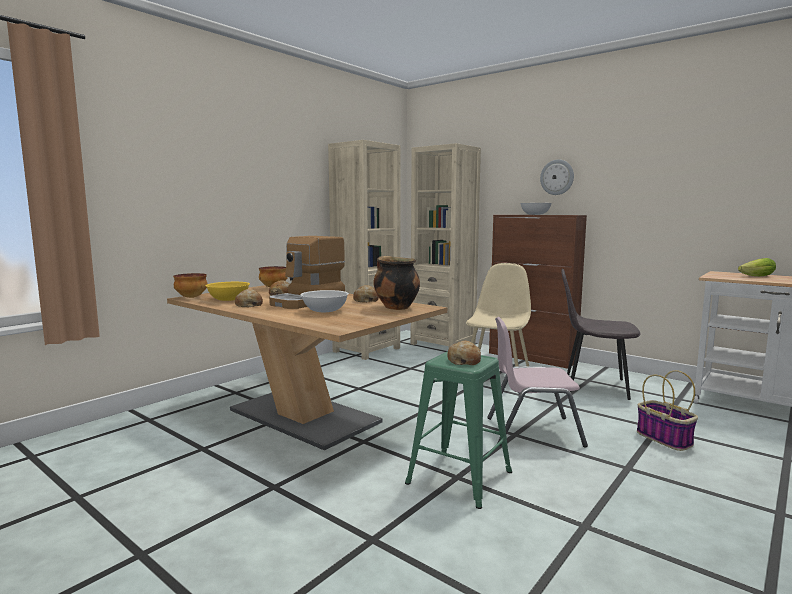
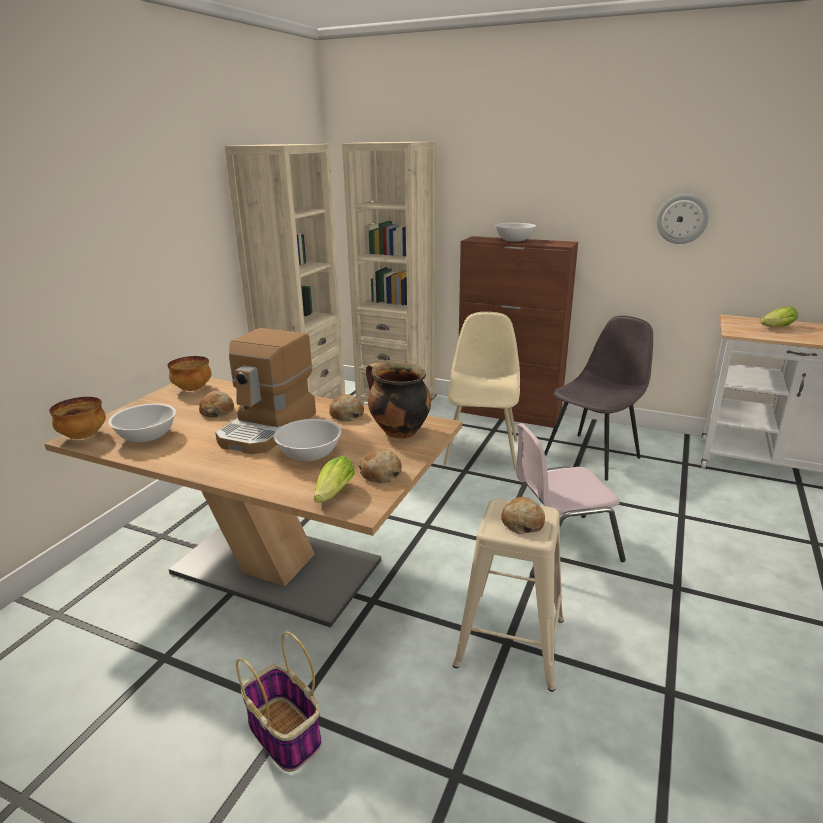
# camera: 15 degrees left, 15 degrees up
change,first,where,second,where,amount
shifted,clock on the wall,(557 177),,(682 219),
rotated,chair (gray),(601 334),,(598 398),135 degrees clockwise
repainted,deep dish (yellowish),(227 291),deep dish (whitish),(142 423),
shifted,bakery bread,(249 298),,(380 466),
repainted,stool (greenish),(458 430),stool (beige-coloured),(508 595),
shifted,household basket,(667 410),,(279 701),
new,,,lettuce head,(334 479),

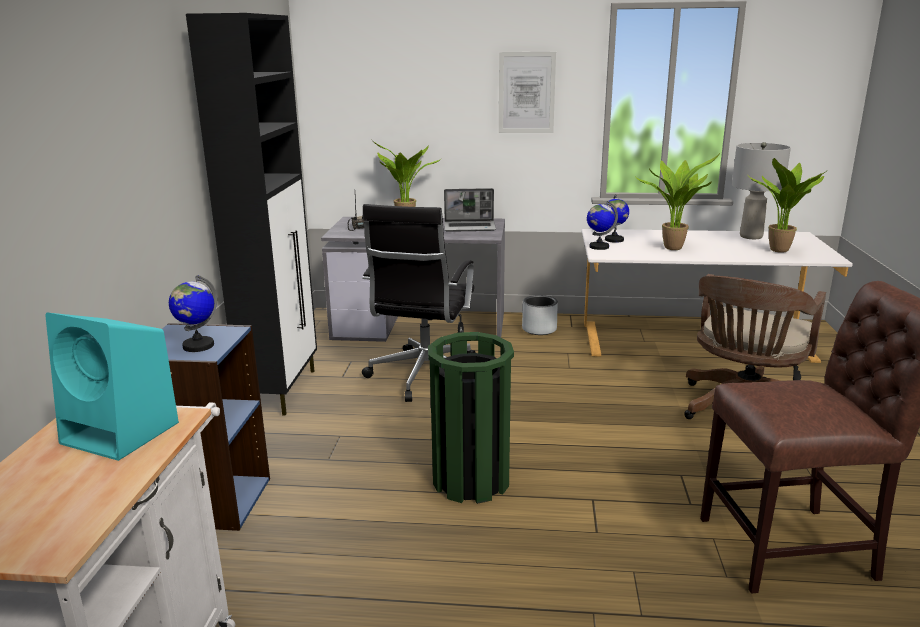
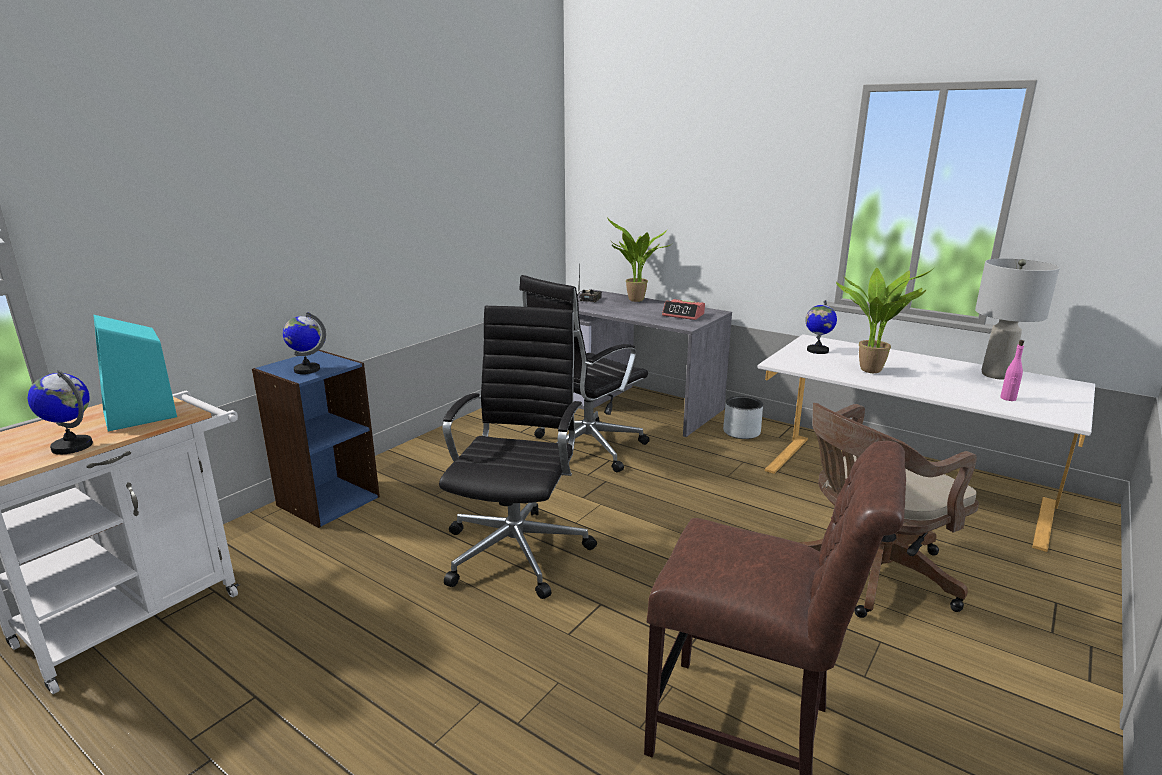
# camera: 30 degrees right, 0 degrees up
change,first,where,second,where,amount
gone,cupboard (blackish),(251 214),,,
gone,picture,(527 92),,,
swapped,potted plant,(787 205),drink bottle (pinkish),(1012 370),
swapped,portable computer,(470 210),table clock,(683 309),
shifted,globe,(602 225),,(60 412),
swapped,waste bin (greenish),(471 418),computer chair (blackish),(518 452),

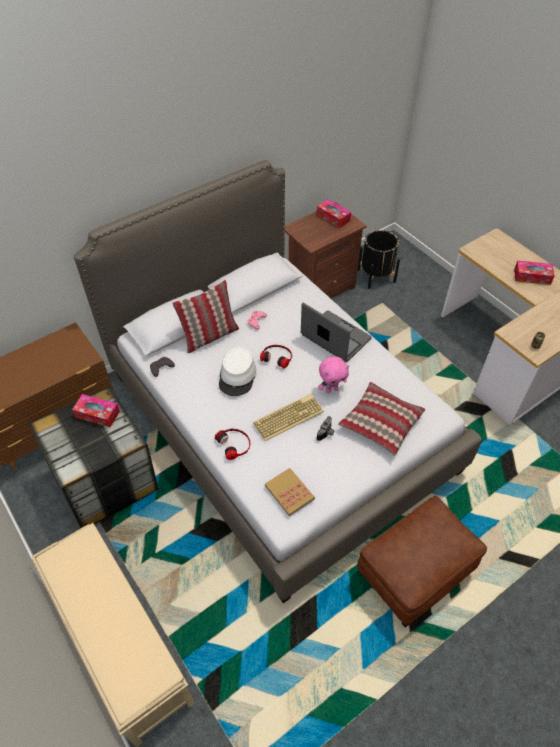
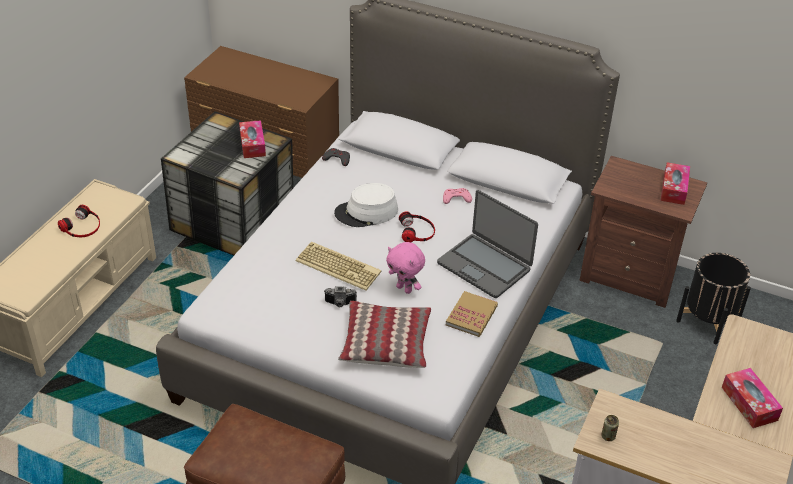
# camera: 60 degrees right, 10 degrees down
change,first,where,second,where,amount
gone,cushion,(205 316),,,
rotated,portable computer,(336 332),,(487 244),120 degrees clockwise
shifted,headphones,(232 444),,(79 221),
shifted,book,(290 492),,(472 314),

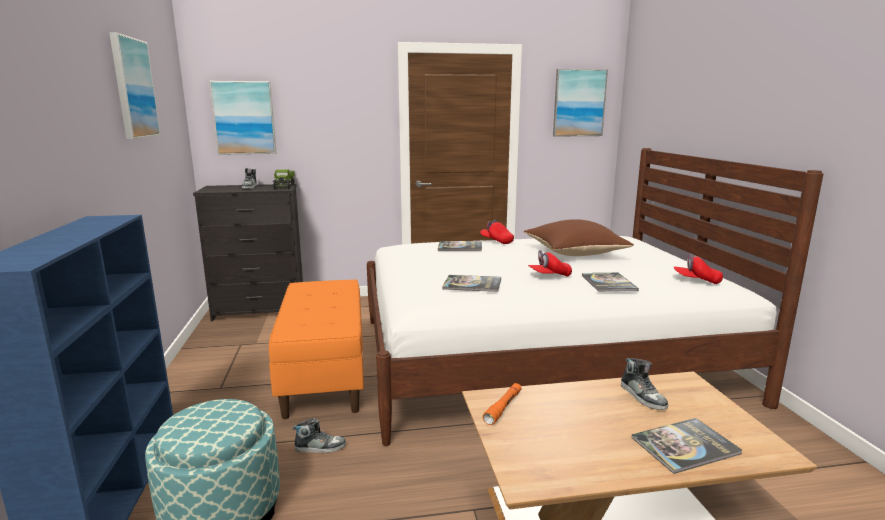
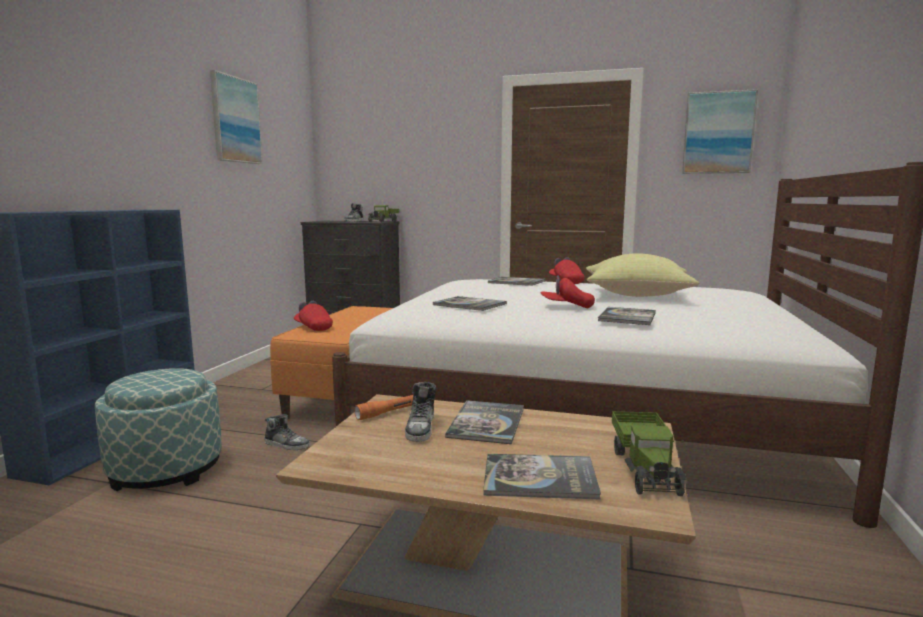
# camera: 25 degrees right, 5 degrees down
change,first,where,second,where,amount
gone,picture,(243 118),,,
repainted,cushion (brownish),(579 237),cushion (yellowish),(643 275),
shifted,baseball cap (red-coloured),(698 268),,(313 316),
shifted,low shoe,(644 384),,(420 412),
new,,,book,(484 422),
new,,,toy lorry,(649 453),

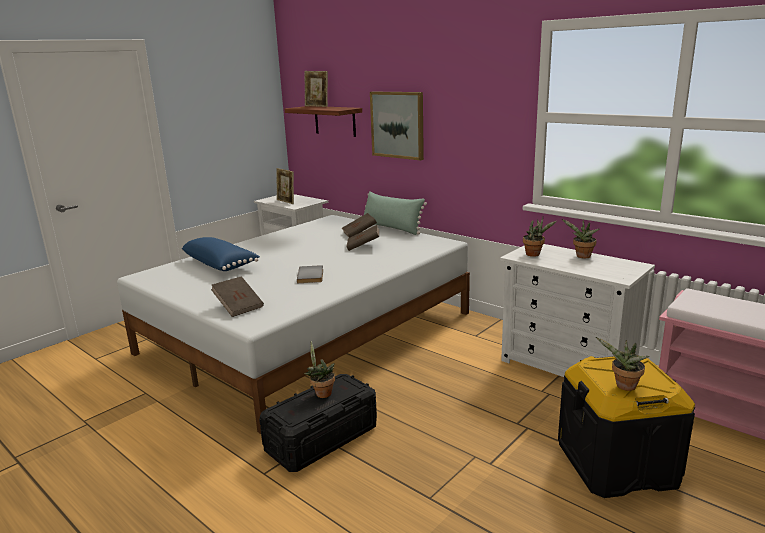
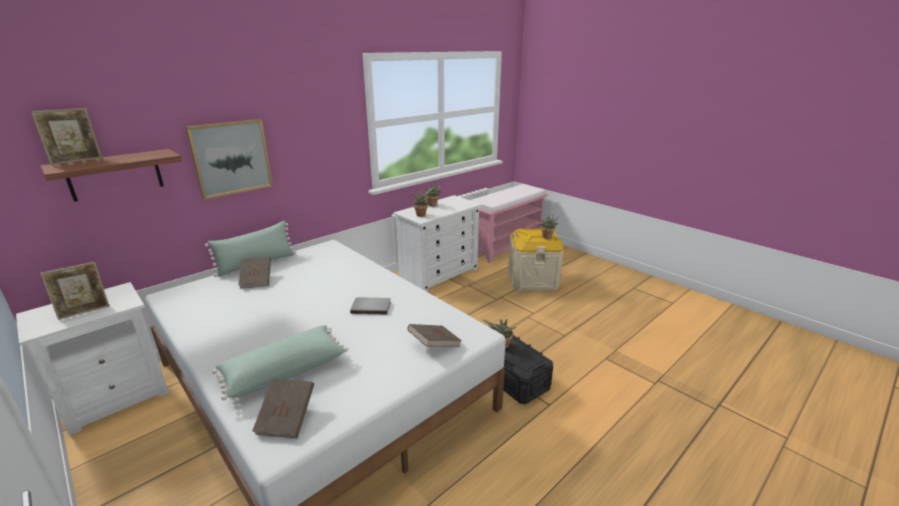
# camera: 85 degrees left, 5 degrees up
change,first,where,second,where,amount
shifted,book (brownish),(362 238),,(283 408),
repainted,cushion (blue-coloured),(220 254),cushion (greenish),(280 362),
repainted,storage container (blackish),(626 427),storage container (beige-coloured),(536 259),

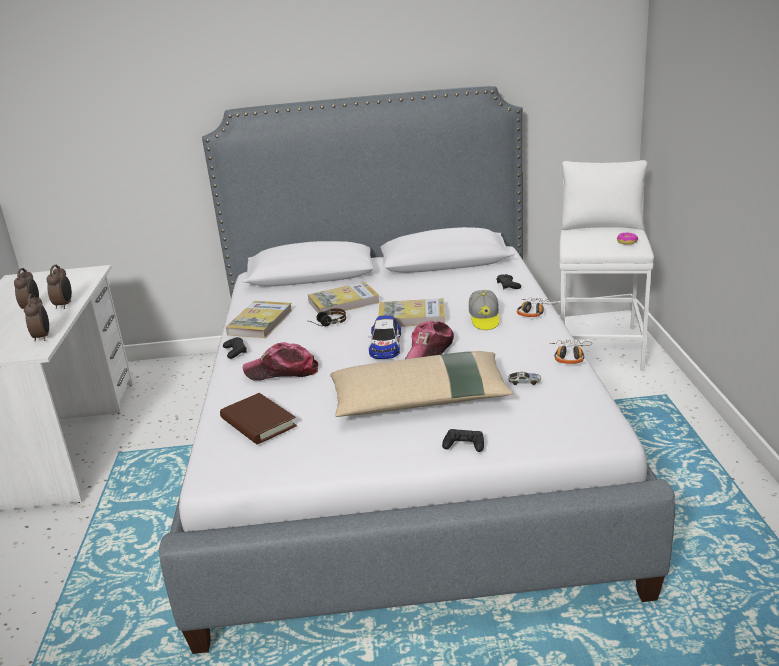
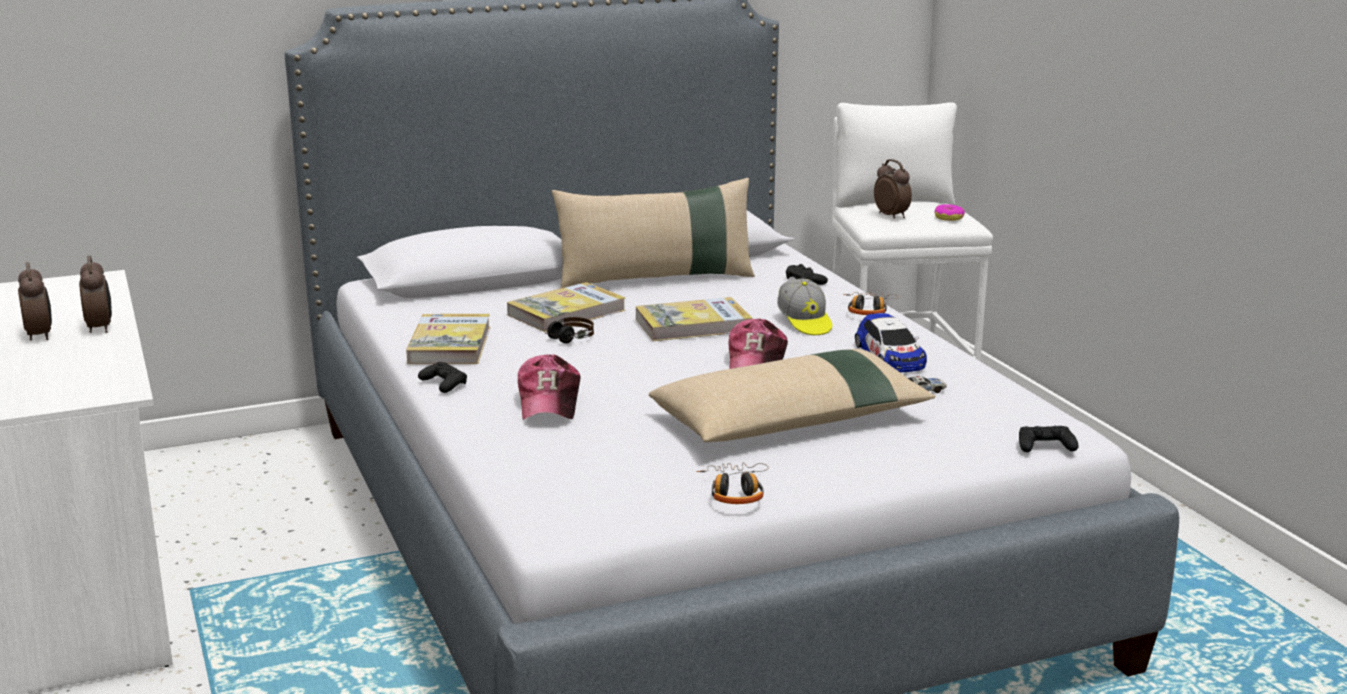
# camera: 20 degrees left, 5 degrees down
change,first,where,second,where,amount
shifted,table clock,(36 318),,(893 189),
shifted,toy car,(385 337),,(891 342),
shifted,headphones,(571 352),,(732 483),
rotated,baseball cap,(280 361),,(549 387),75 degrees counterclockwise
gone,book (brownish),(258 418),,,
shifted,joypad (blackish),(463 440),,(1048 439),
new,,,cushion (beige-coloured),(653 233),

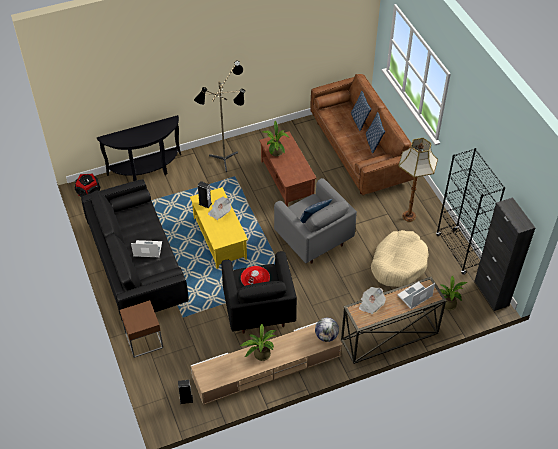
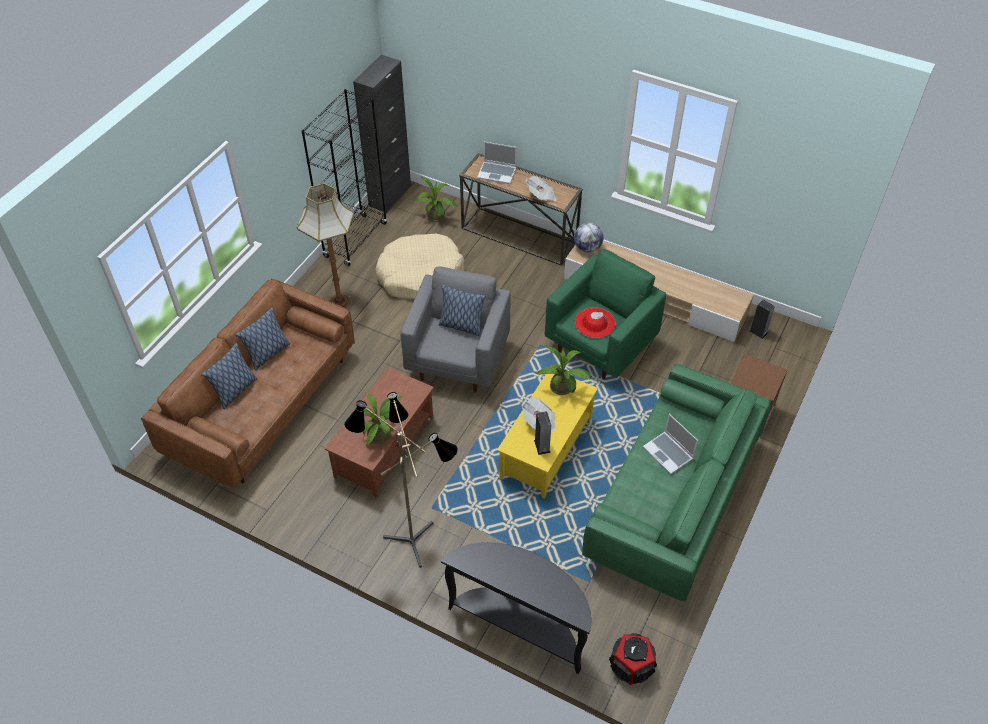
# camera: 130 degrees left, 0 degrees up
change,first,where,second,where,amount
repainted,settee (blackish),(135 249),settee (greenish),(676 482),
repainted,lounge chair (blackish),(259 292),lounge chair (greenish),(605 314),
shifted,potted plant,(258 342),,(564 370),

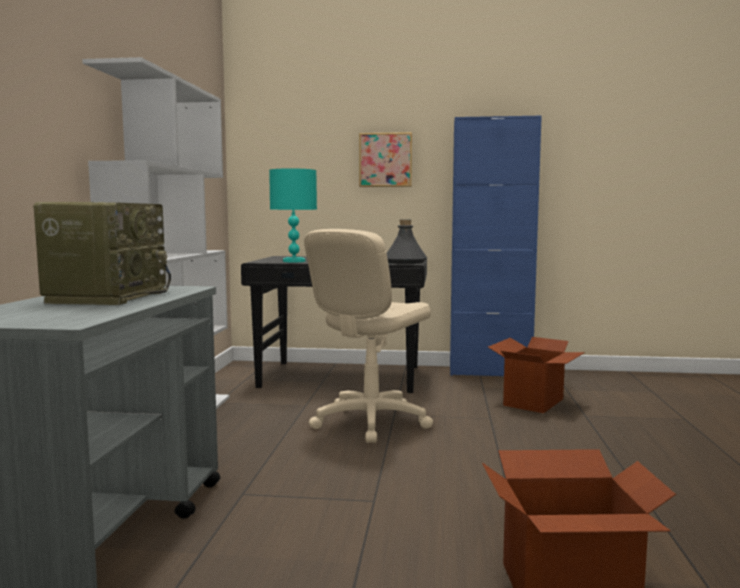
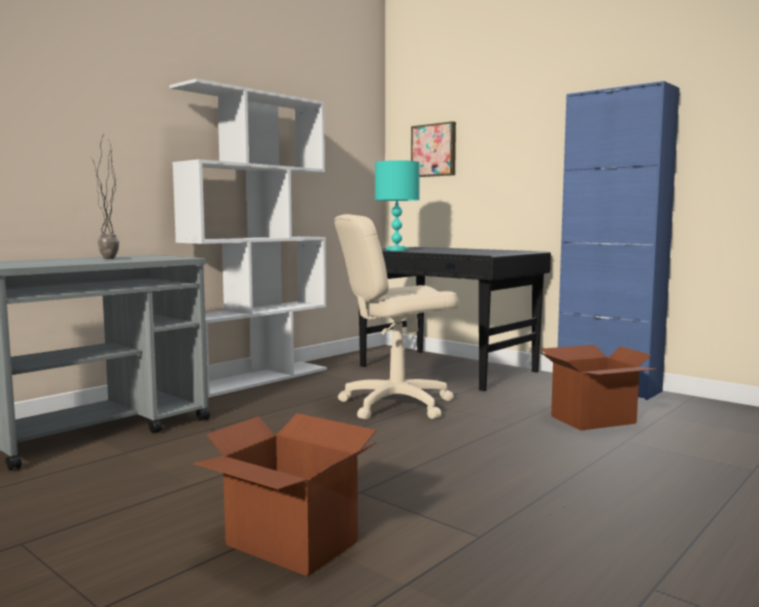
# camera: 35 degrees right, 0 degrees up
change,first,where,second,where,amount
shifted,picture,(385 159),,(433 149),
swapped,radio receiver,(102 253),potted plant,(105 196),
gone,drink bottle (gray),(407 242),,,

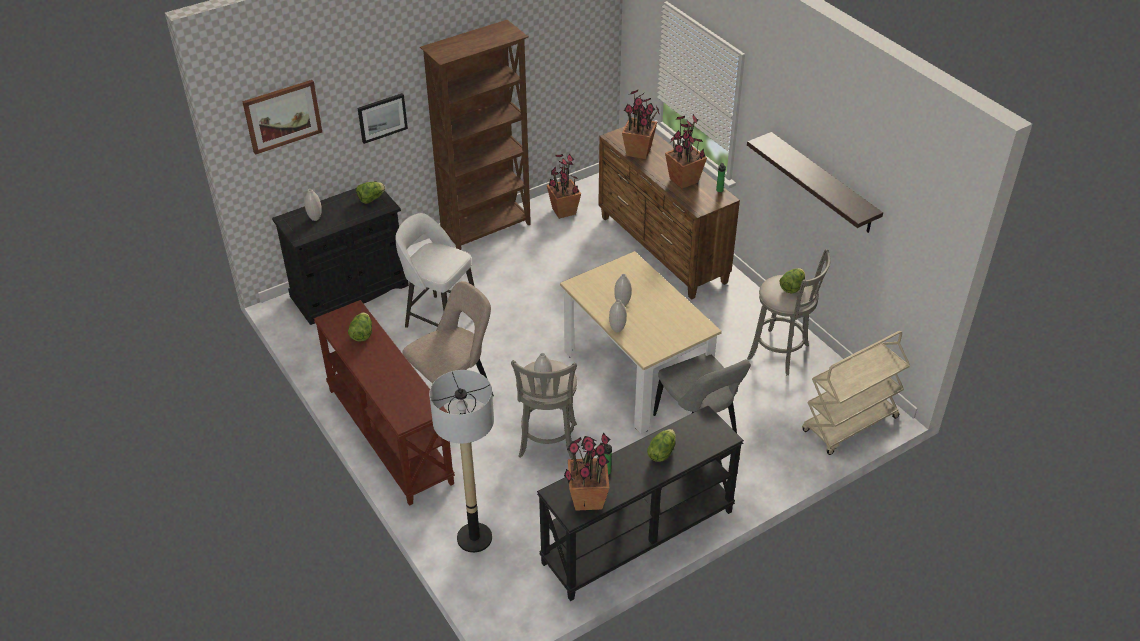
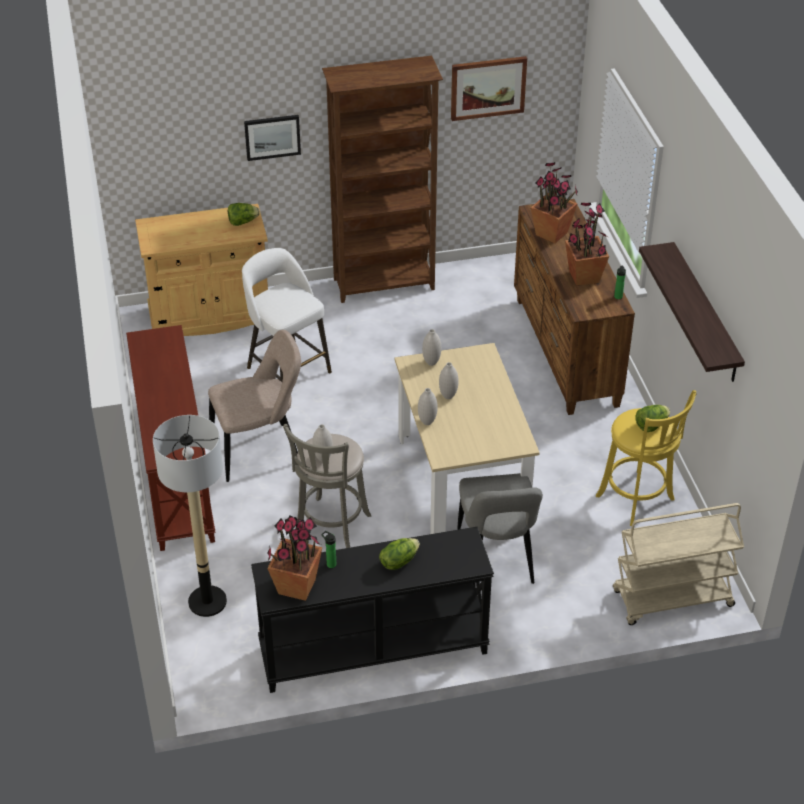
# camera: 20 degrees right, 0 degrees up
change,first,where,second,where,amount
shifted,picture,(282 117),,(489 88),
gone,potted plant,(564 186),,,
repainted,cupboard (blackish),(340 253),cupboard (beige-coloured),(201 270),
shifted,vase (whitish),(313 205),,(431 347),
repainted,stool (gray),(789 312),stool (yellowish),(646 458),
gone,lettuce head,(360 326),,,

